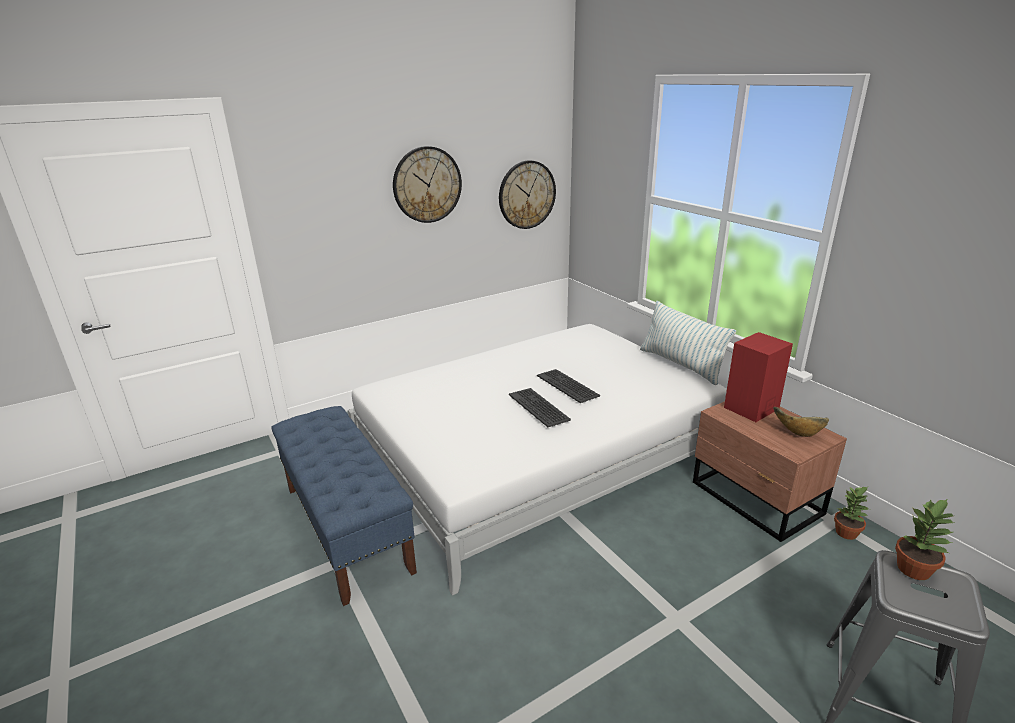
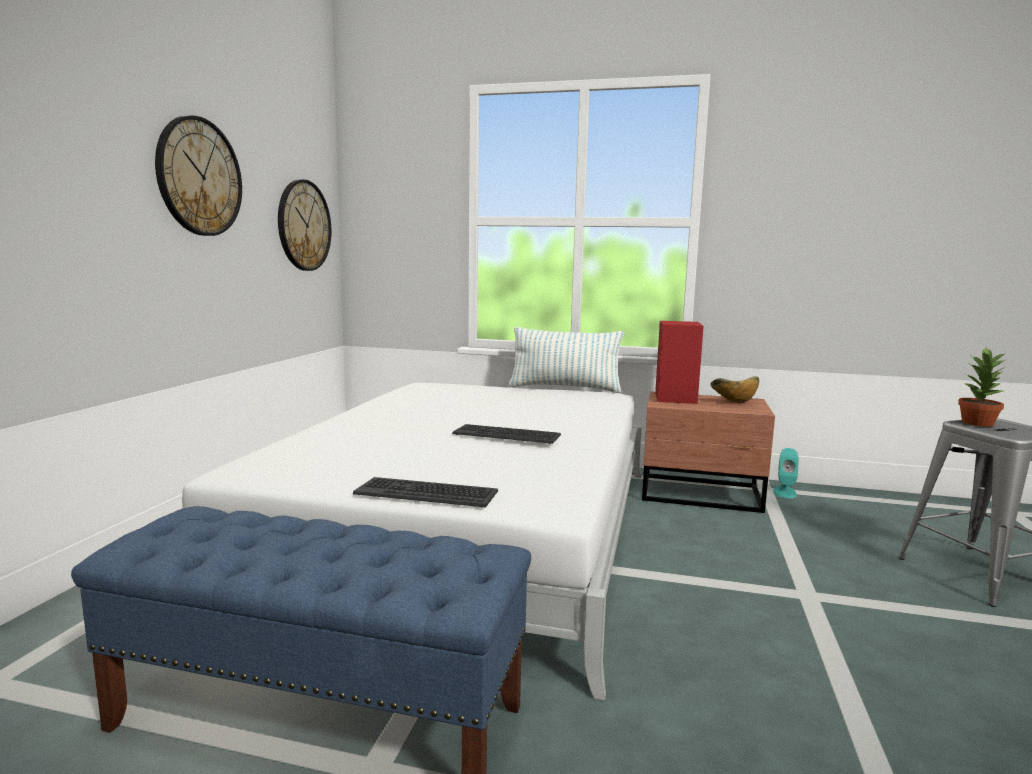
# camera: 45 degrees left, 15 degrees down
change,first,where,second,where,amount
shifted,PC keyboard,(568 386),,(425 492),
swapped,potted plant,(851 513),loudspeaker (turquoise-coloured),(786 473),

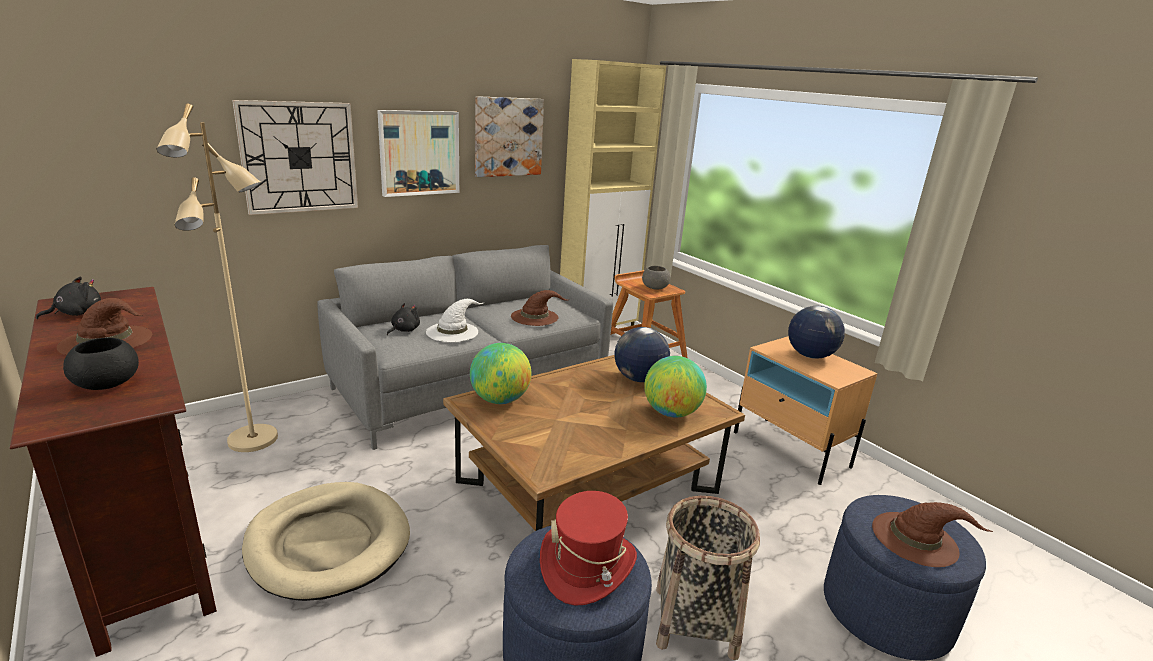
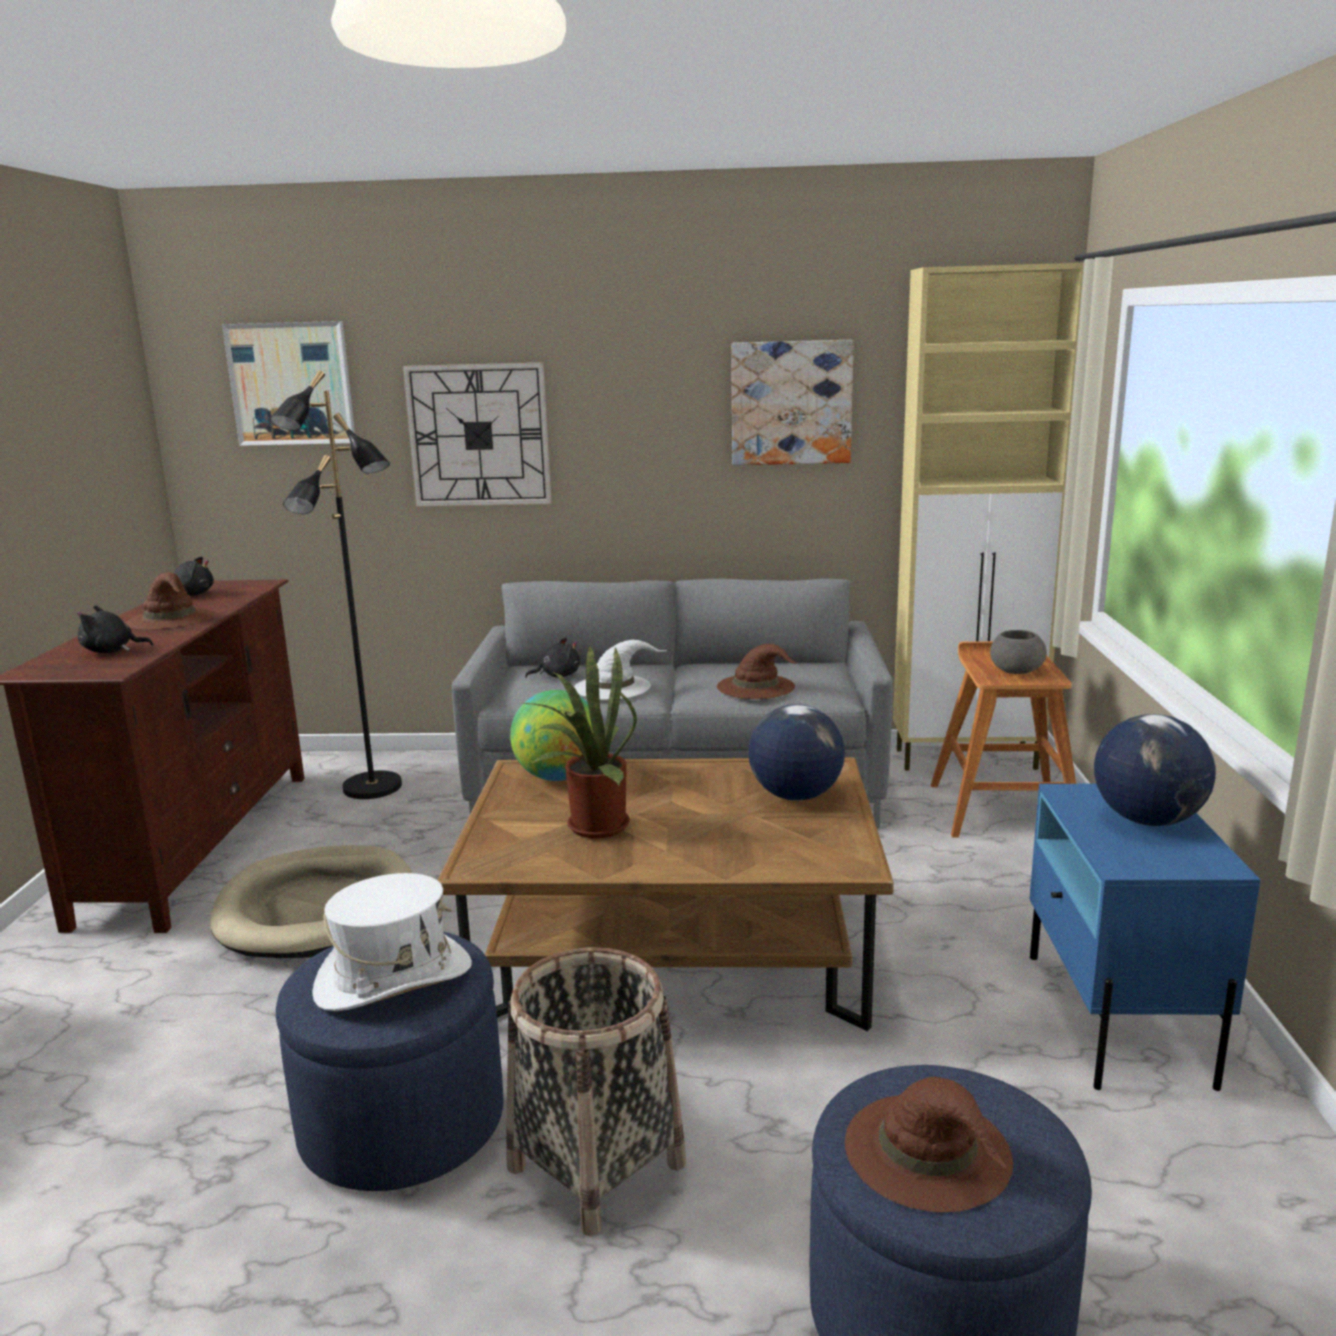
# camera: 40 degrees right, 5 degrees down
change,first,where,second,where,amount
repainted,floor lamp (beige-coloured),(217 277),floor lamp (blackish),(336 584),
shifted,picture,(418 153),,(288 383),
repainted,night table (beige-coloured),(806 410),night table (blue-coloured),(1145 937),
swapped,deep dish (blackish),(101 364),soft toy (blackish),(115 629),
gone,globe,(675 386),,,
repainted,hat (red-coloured),(588 548),hat (whitish),(392 942),
new,,,potted plant,(579 742),

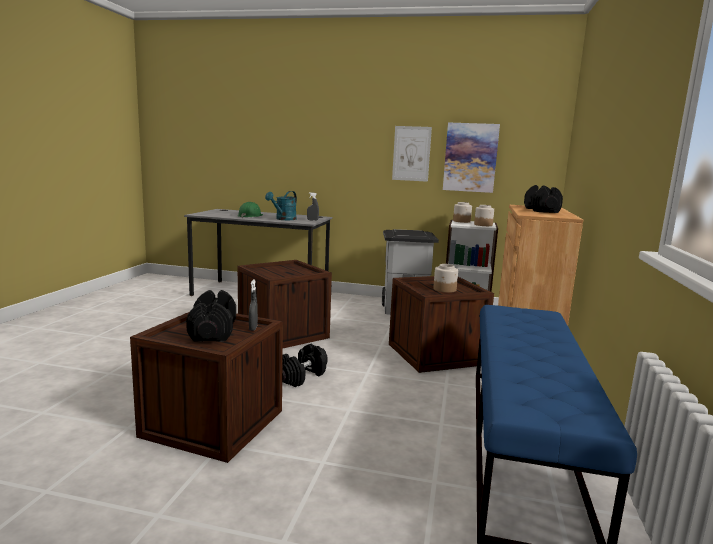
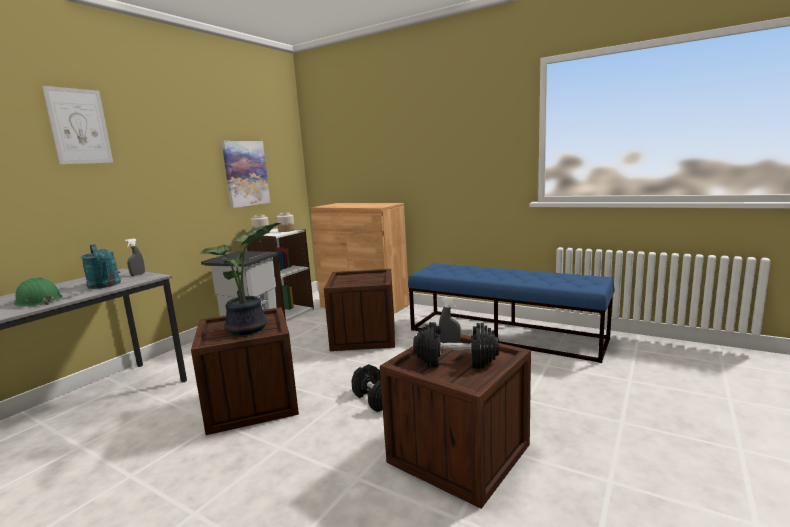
# camera: 70 degrees left, 0 degrees up
change,first,where,second,where,amount
shifted,picture,(412 154),,(77 125),
gone,hand weight (blackish),(543 199),,,
gone,preserve jar,(445 278),,,
new,,,potted plant,(240 279),

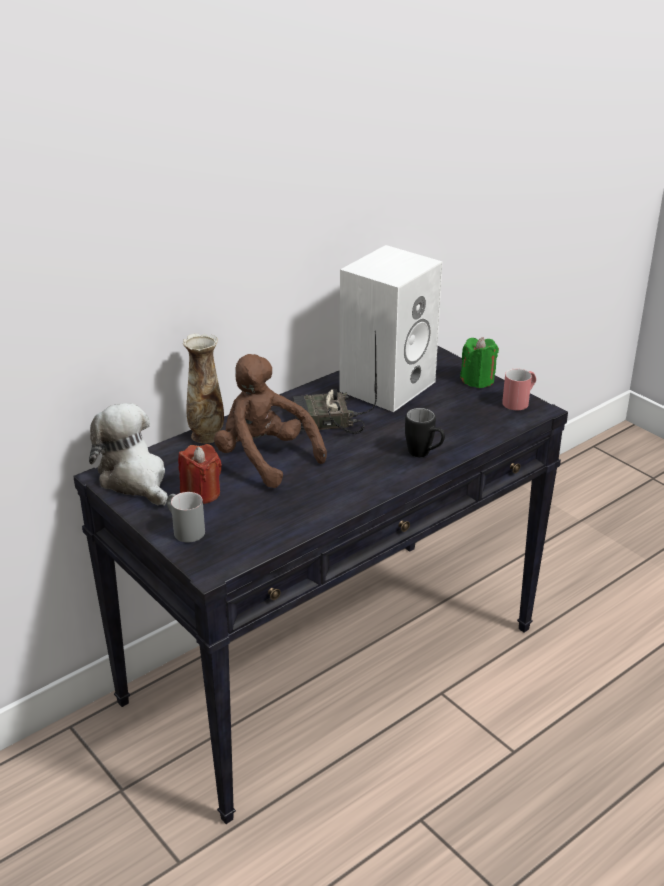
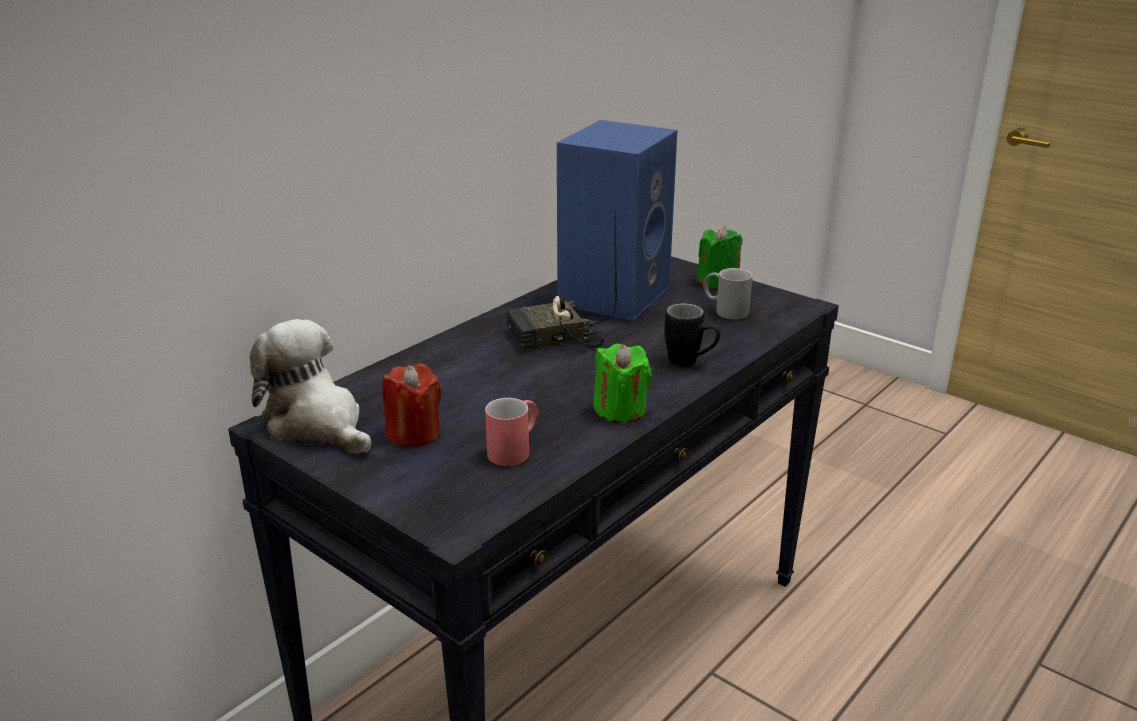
# camera: 10 degrees left, 5 degrees down
change,first,where,second,where,amount
repainted,loudspeaker (whitish),(391 328),loudspeaker (blue-coloured),(617 220),
gone,vase,(203 388),,,
gone,soft toy (brownish),(270 421),,,
shifted,mug (red-coloured),(519 389),,(512 432),
shifted,mug (gray),(185 517),,(728 294),
new,,,wax light (greenish),(623 383),

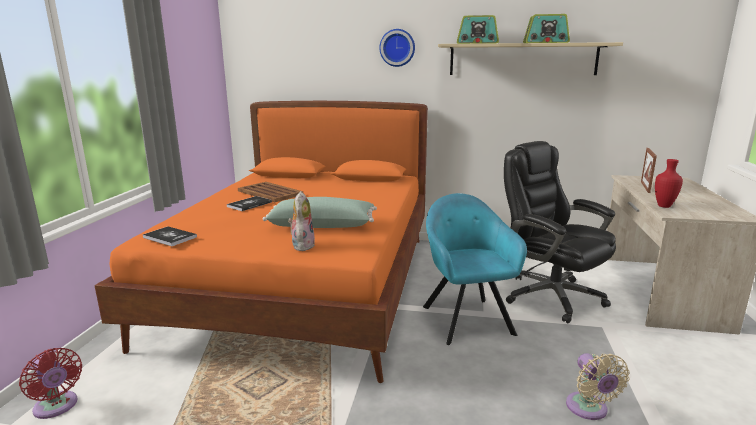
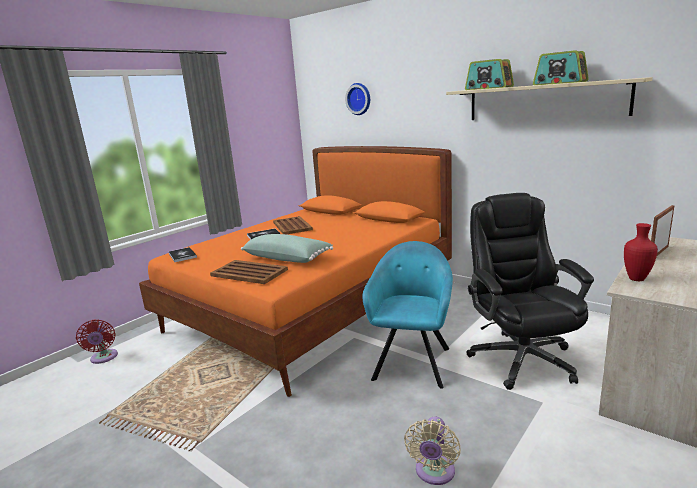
# camera: 30 degrees right, 0 degrees up
change,first,where,second,where,amount
shifted,clock on the wall,(397 48),,(357 99),
swapped,soft toy,(301 221),carrying tray (brownish),(249 272),

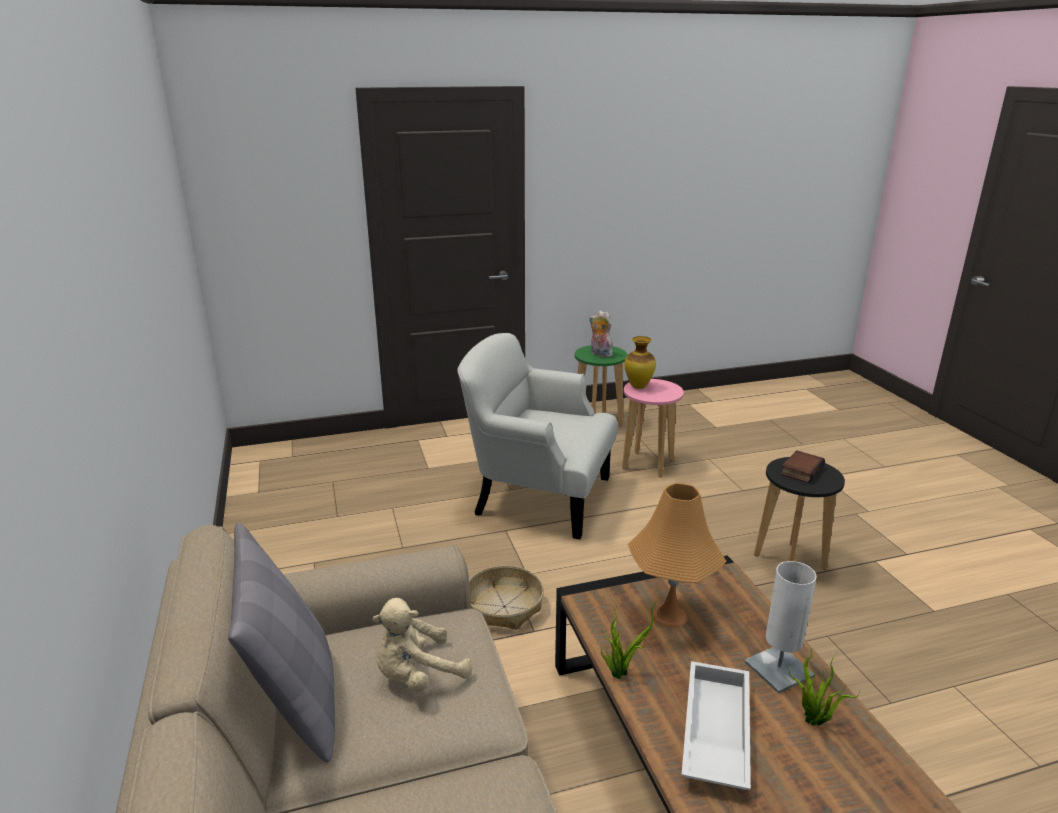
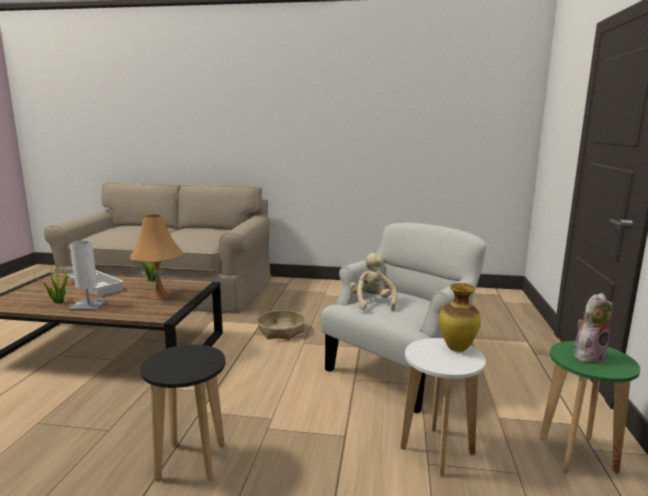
# camera: 115 degrees right, 10 degrees down
change,first,where,second,where,amount
repainted,stool (pinkish),(653 428),stool (whitish),(443 407),
gone,book,(803 466),,,
gone,cushion (gray),(281 643),,,
shifted,soft toy (beige-coloured),(422 645),,(373 282),

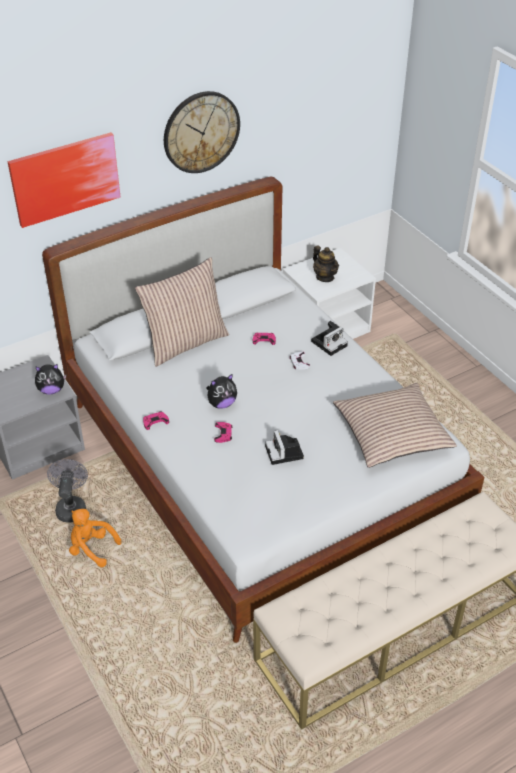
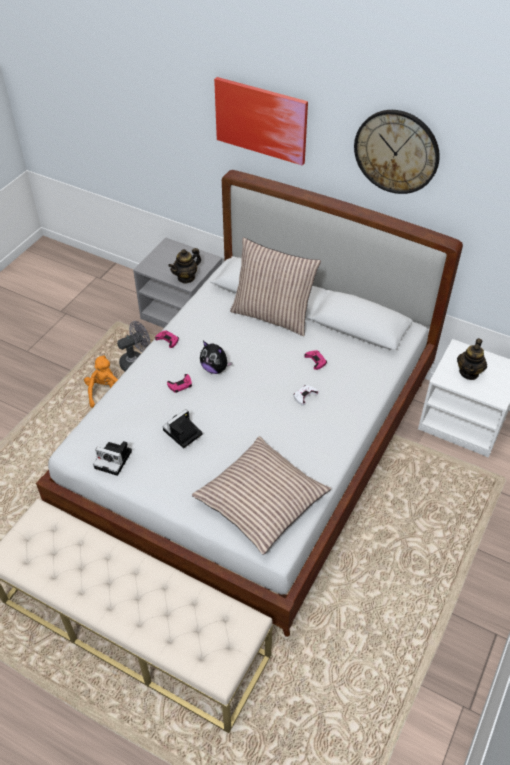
# camera: 60 degrees right, 5 degrees up
change,first,where,second,where,amount
shifted,photo camera,(329 338),,(112 458),
swapped,soft toy,(50 379),tea pot,(184 266),

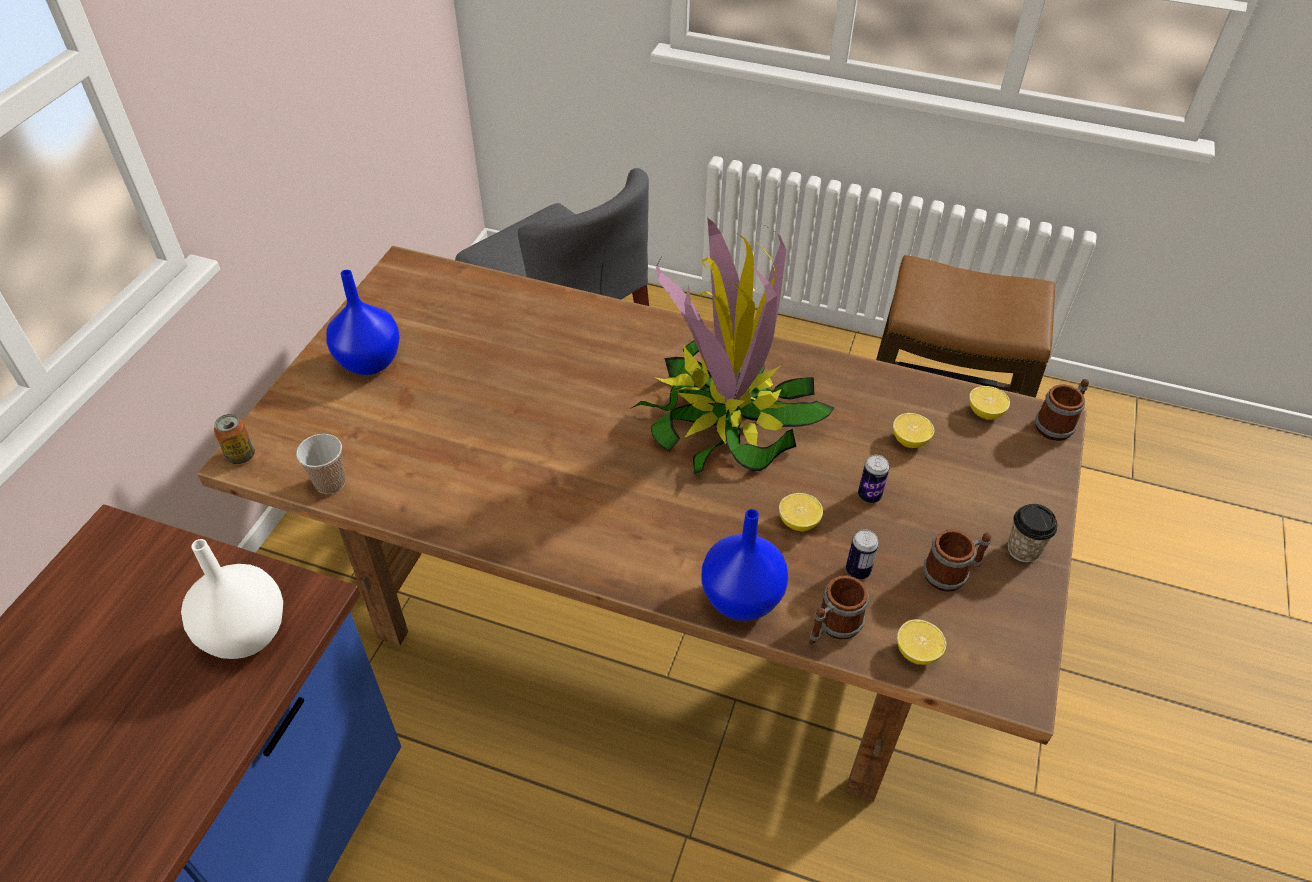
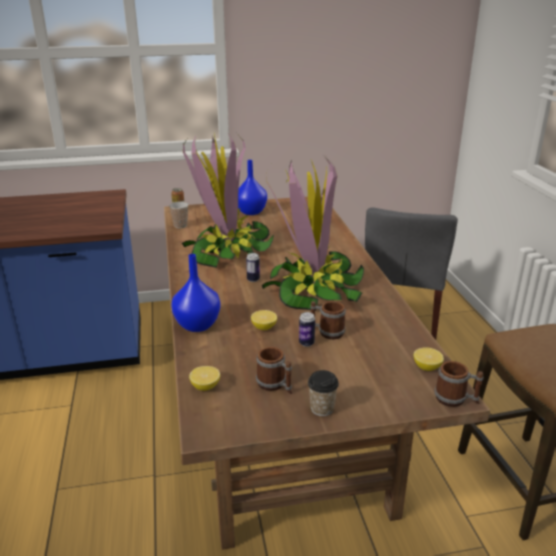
# camera: 60 degrees right, 20 degrees down
change,first,where,second,where,amount
gone,whole lemon,(914 430),,,
shifted,can,(862 554),,(253 267),
gone,vase (whitish),(232 599),,,
shifted,mug,(839 610),,(328 320),
new,,,potted plant,(228 200),

